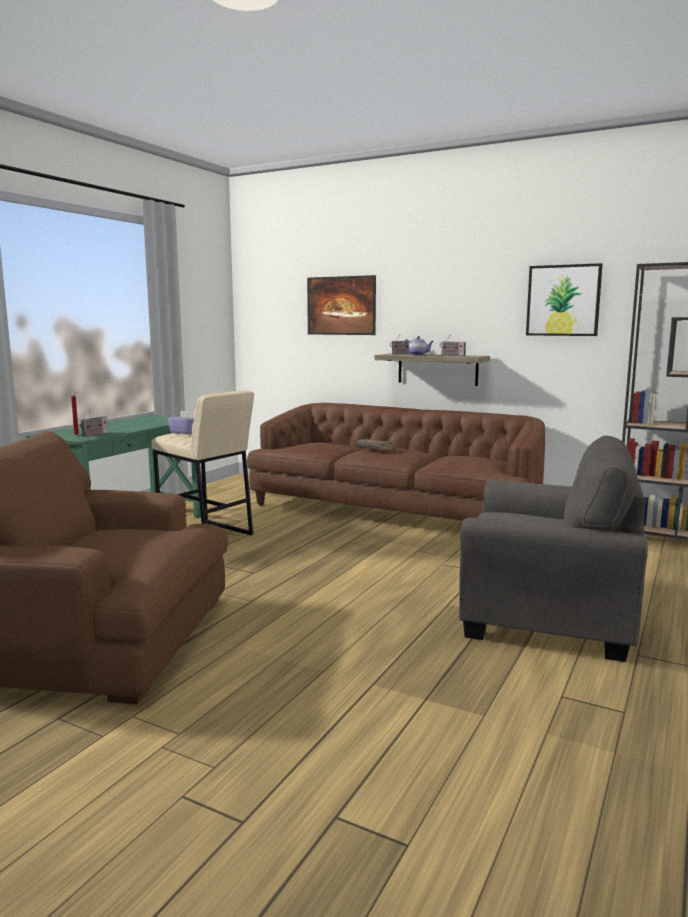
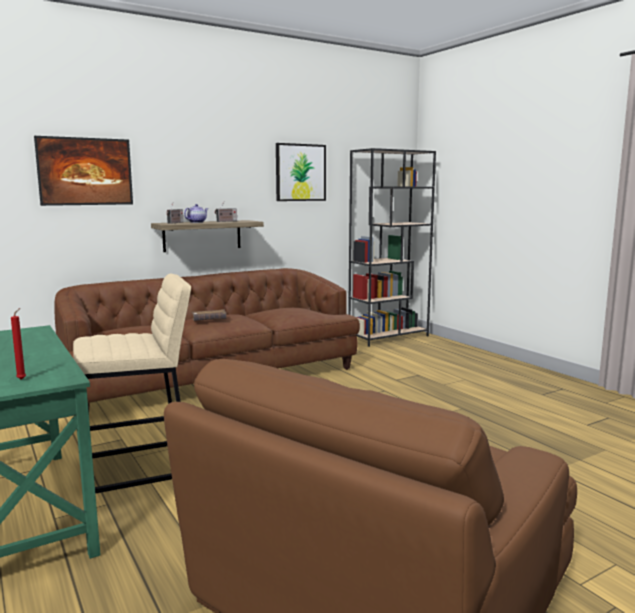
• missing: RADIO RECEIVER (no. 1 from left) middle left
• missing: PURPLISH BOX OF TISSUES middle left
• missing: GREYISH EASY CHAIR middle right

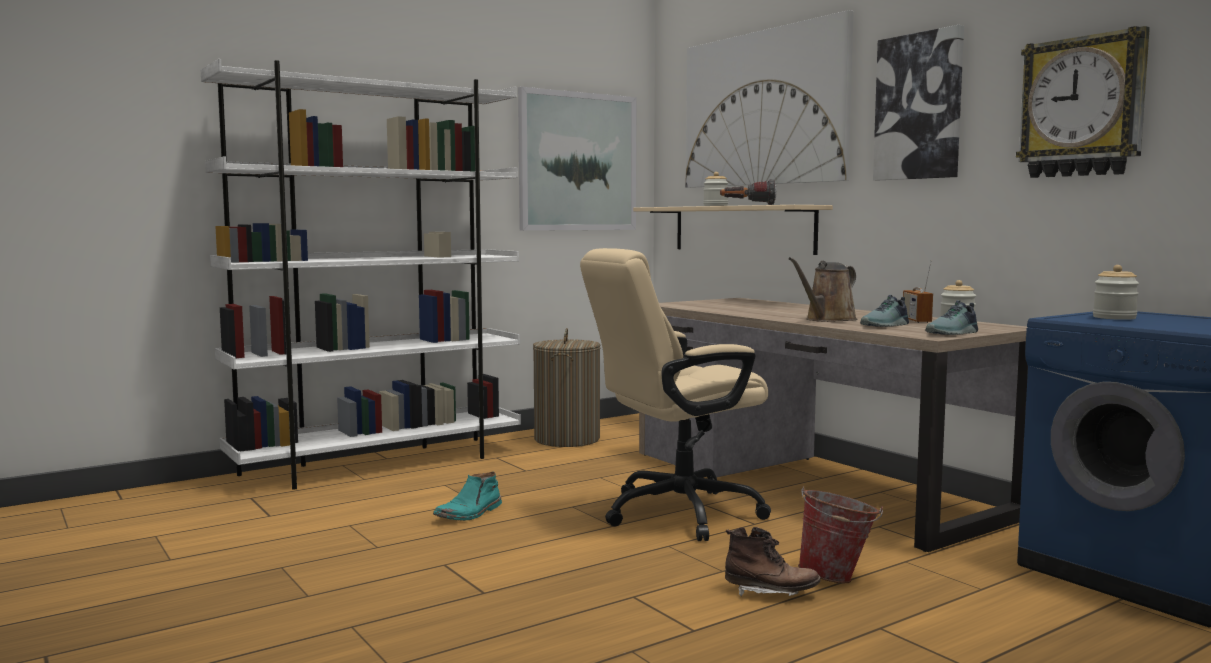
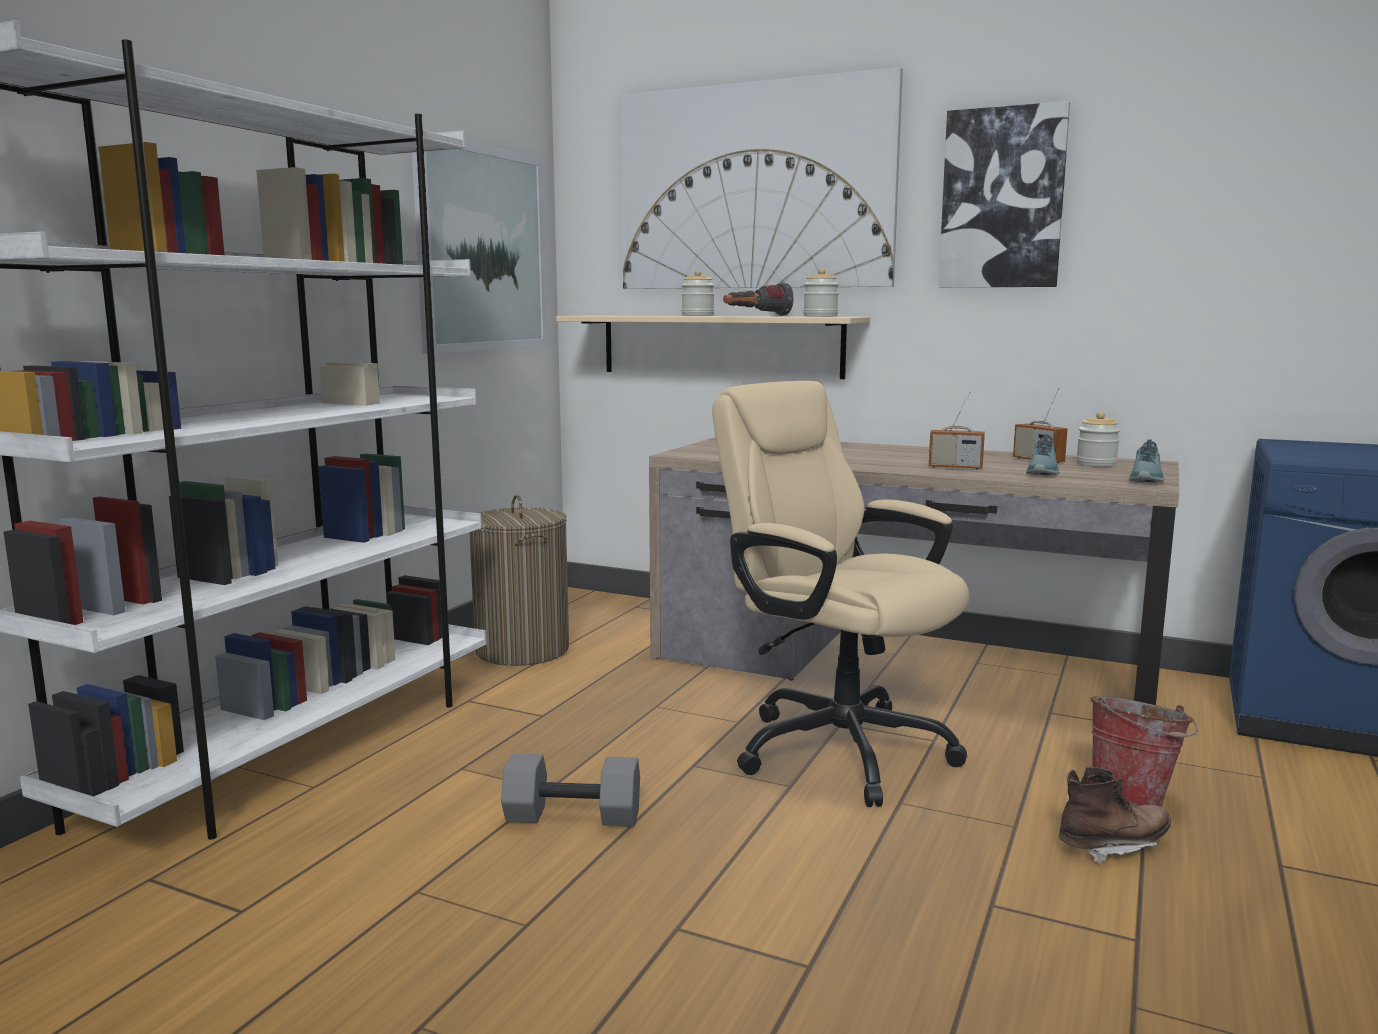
• exchanged: TURQUOISE BOOT bottom centre to GREYISH DUMBBELL bottom centre
• spun: BEIGE-COLOURED COMPUTER CHAIR centre = centre 105 degrees clockwise
• exchanged: BROWN SPRINKLING CAN middle right to RADIO RECEIVER (no. 1 from left) middle right
• missing: WALL CLOCK top right
• relocated: PRESERVE JAR (no. 3 from left in the first image) middle right to PRESERVE JAR (no. 2 from left) top centre

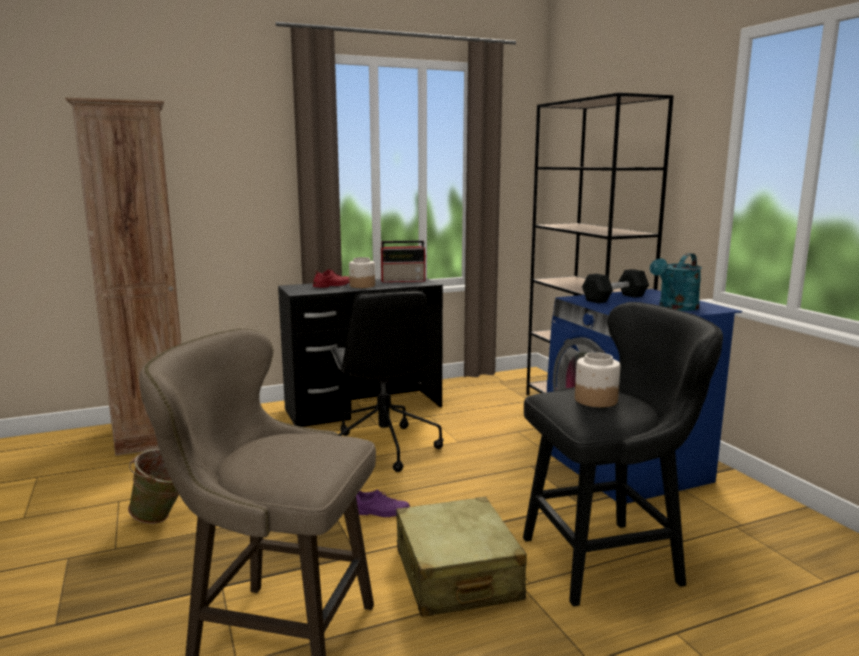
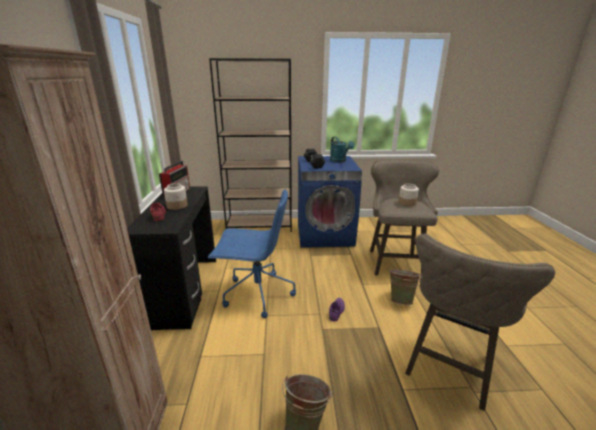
• colour: BLACKISH COMPUTER CHAIR centre to BLUISH COMPUTER CHAIR centre
• exchanged: BEIGE-COLOURED PIECE OF LUGGAGE bottom centre to GREENISH PAIL (no. 2 from left) bottom right
• colour: BLACKISH SITTING STOOL bottom right to BEIGE-COLOURED SITTING STOOL (no. 1 from left) middle right

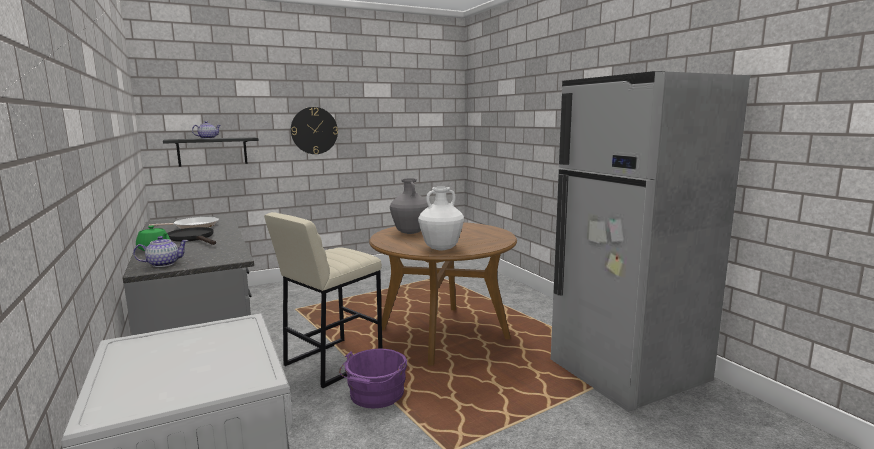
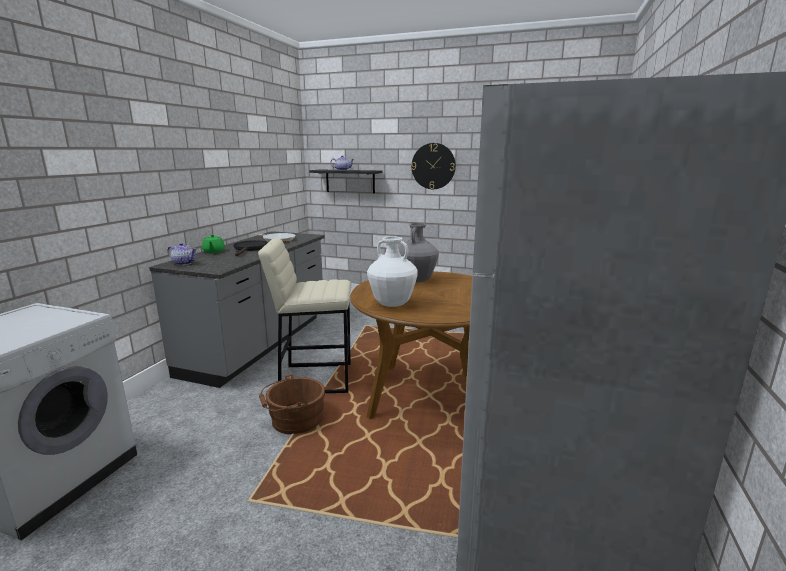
• colour: PURPLISH PAIL bottom centre to BROWN PAIL bottom centre

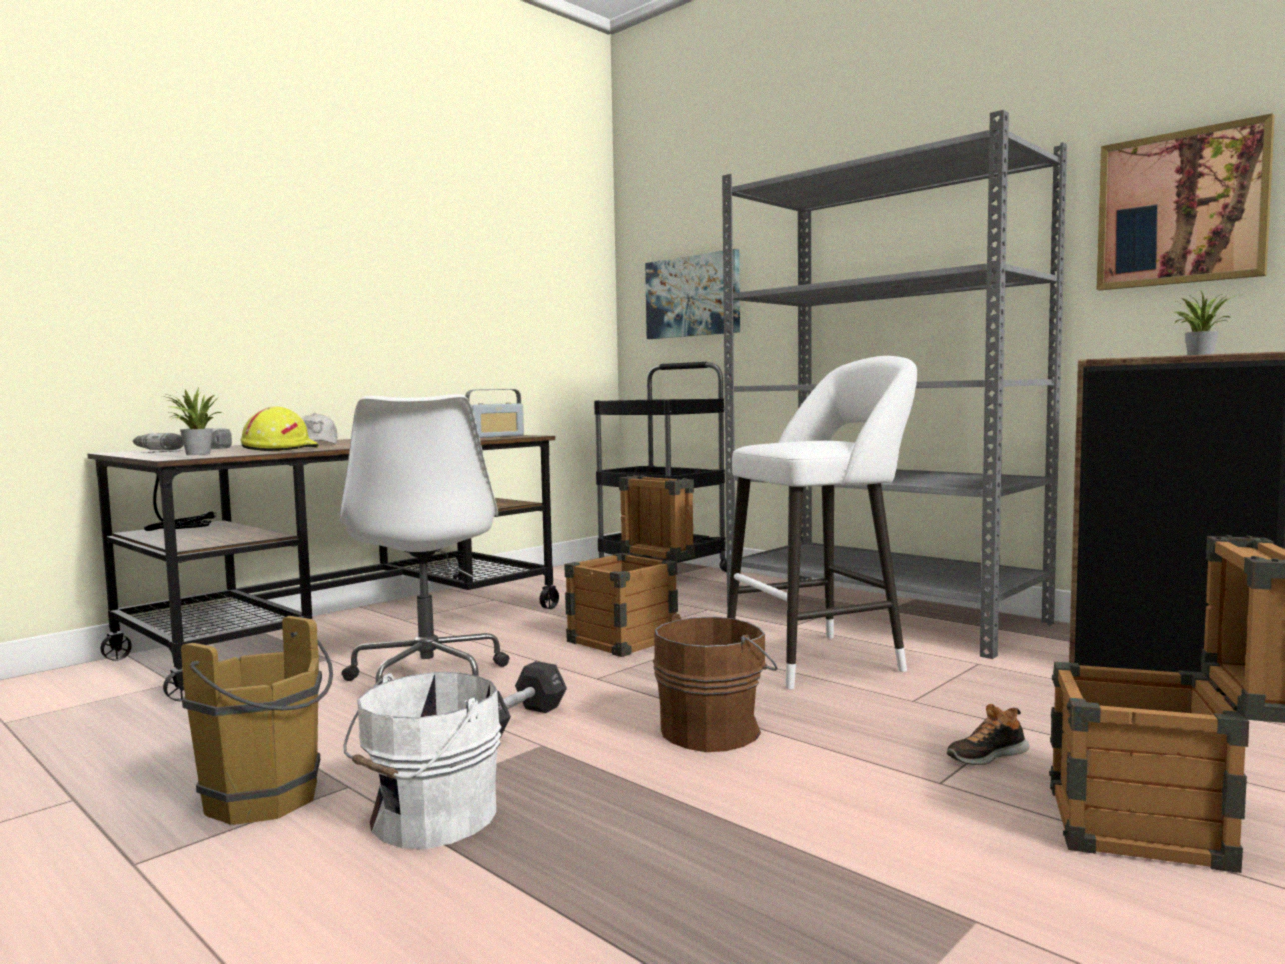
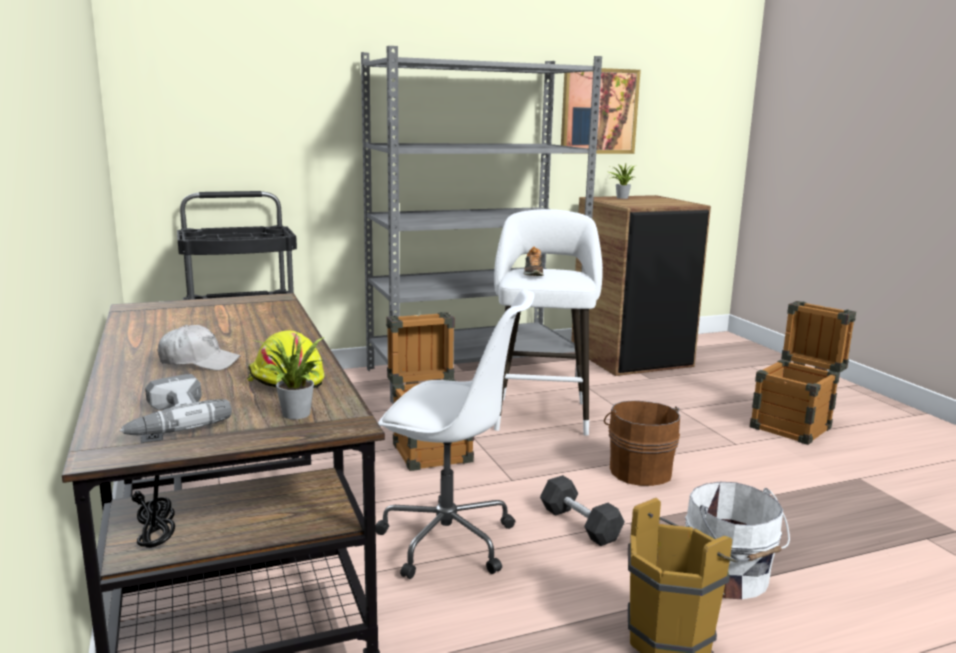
• missing: RADIO RECEIVER centre
• missing: PICTURE (no. 1 from left) top centre
• relocated: LOW SHOE bottom right to centre

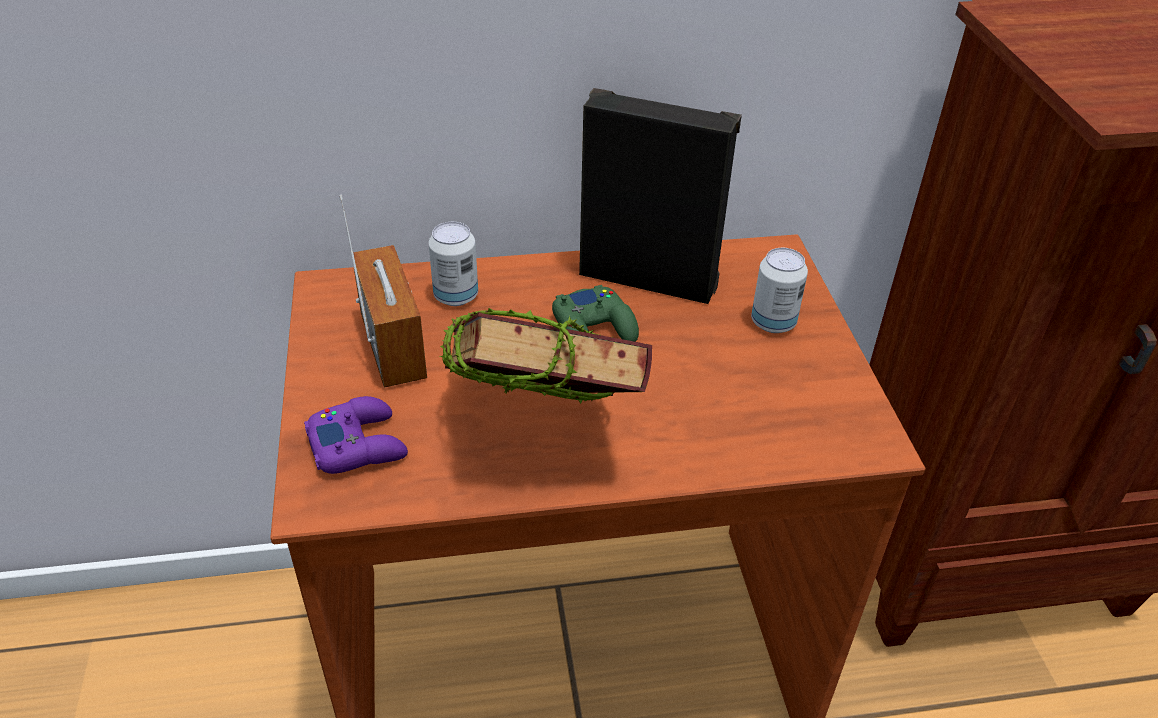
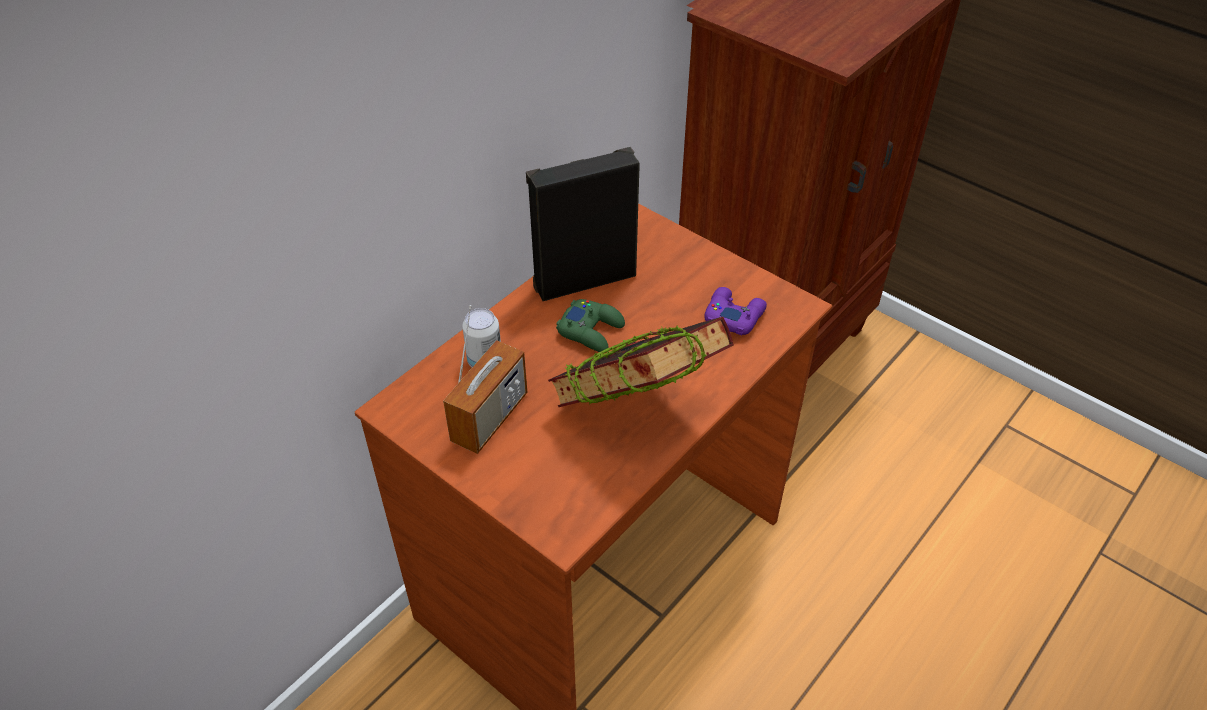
• relocated: PURPLISH GAMEPAD middle left to centre
• spun: RADIO RECEIVER middle left = centre 90 degrees clockwise
• missing: CAN (no. 2 from left) middle right

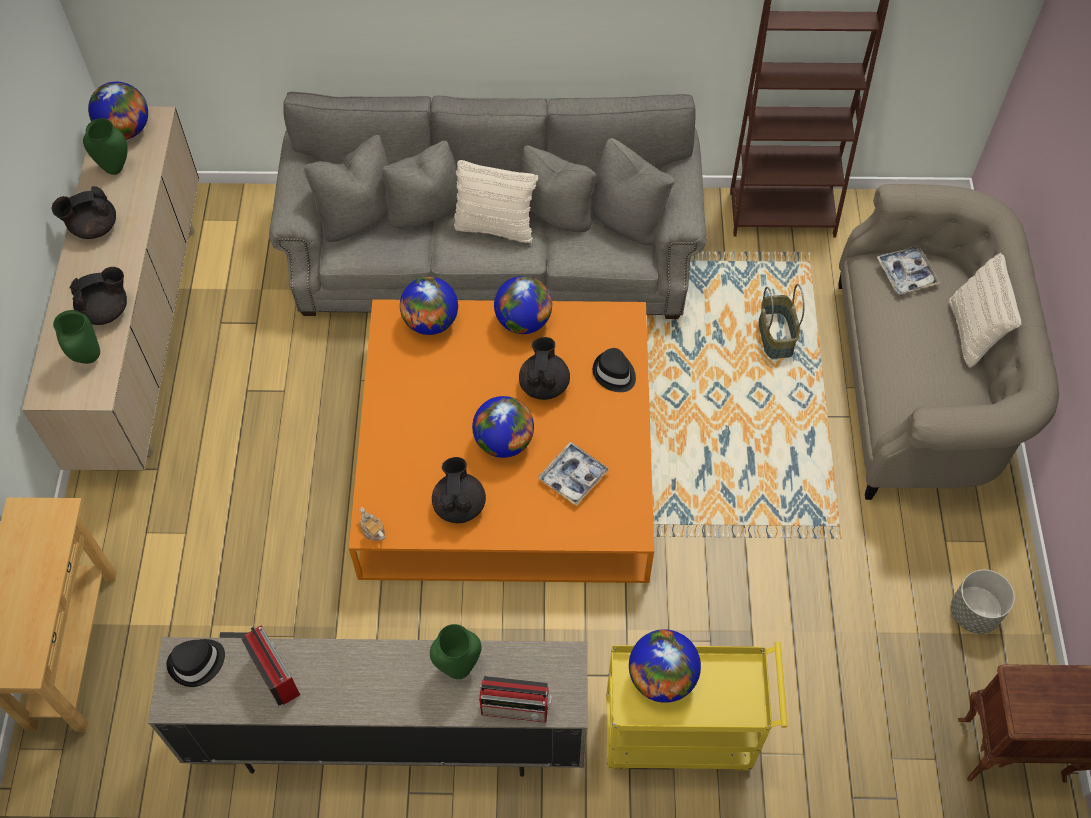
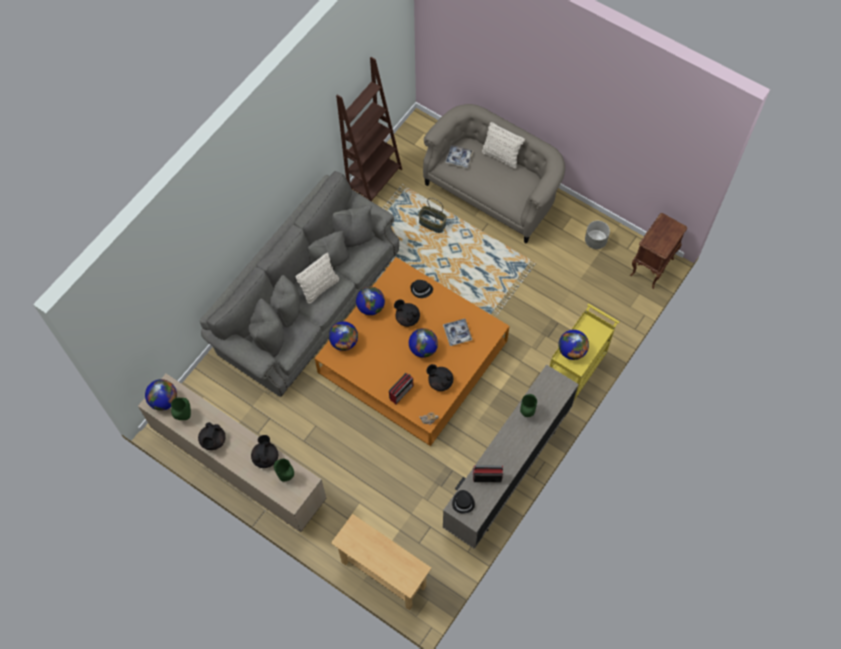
• relocated: RADIO RECEIVER (no. 2 from left in the first image) bottom centre to RADIO RECEIVER (no. 1 from left) centre

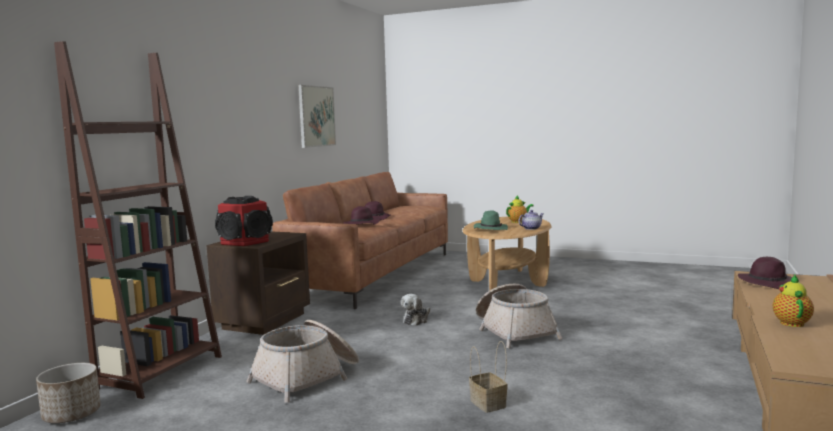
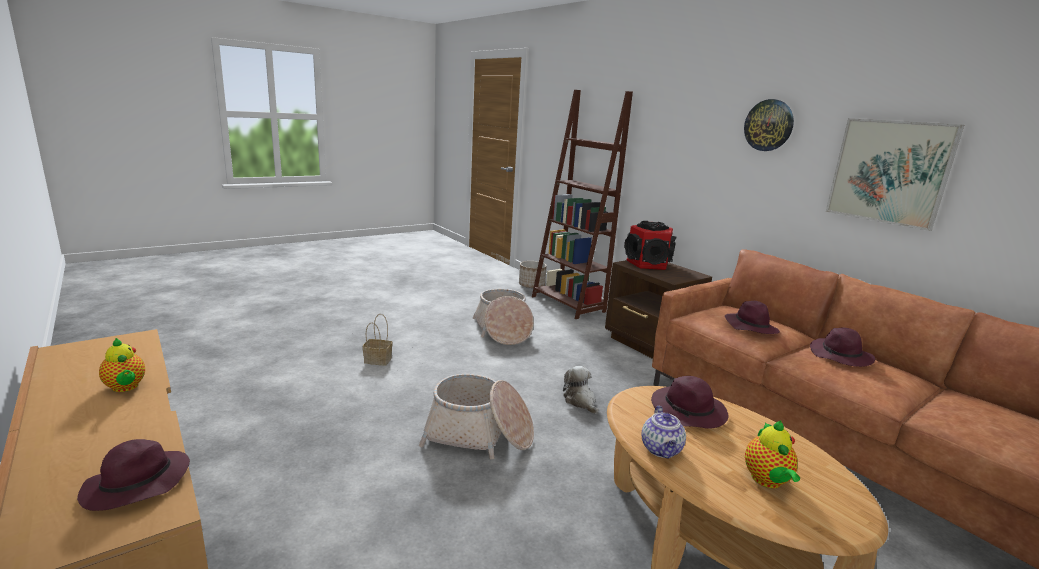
• colour: GREENISH CLOTHING HAT centre to PURPLISH CLOTHING HAT (no. 2 from left) bottom centre
• appeared: WALL CLOCK top right

